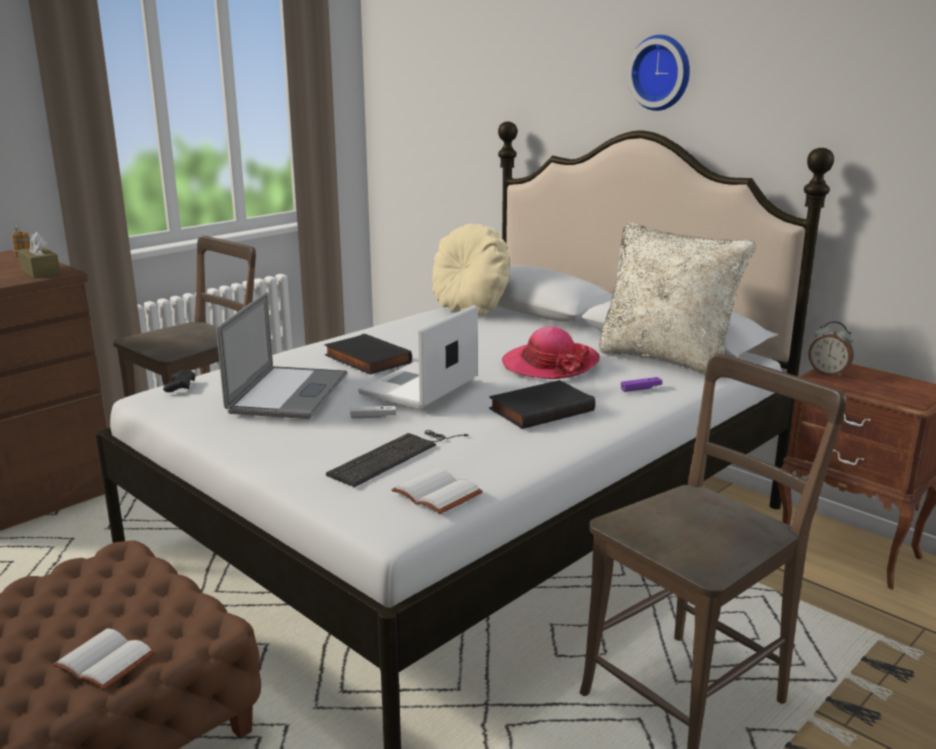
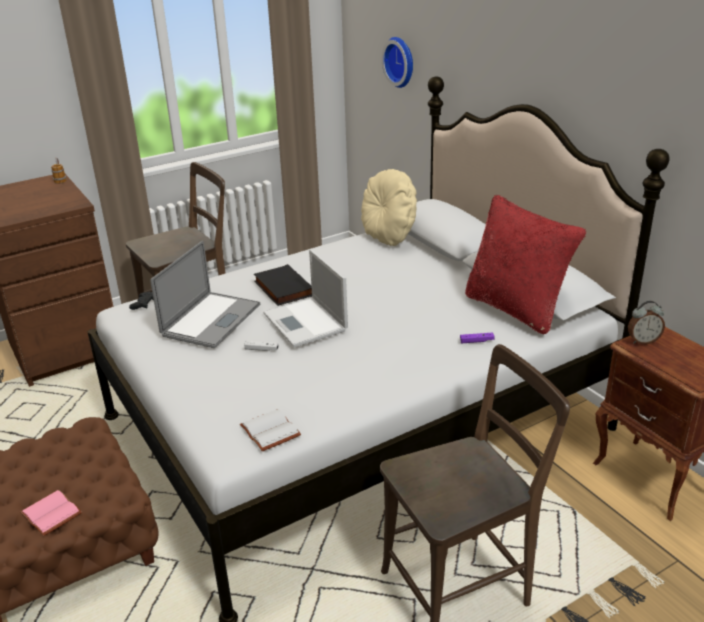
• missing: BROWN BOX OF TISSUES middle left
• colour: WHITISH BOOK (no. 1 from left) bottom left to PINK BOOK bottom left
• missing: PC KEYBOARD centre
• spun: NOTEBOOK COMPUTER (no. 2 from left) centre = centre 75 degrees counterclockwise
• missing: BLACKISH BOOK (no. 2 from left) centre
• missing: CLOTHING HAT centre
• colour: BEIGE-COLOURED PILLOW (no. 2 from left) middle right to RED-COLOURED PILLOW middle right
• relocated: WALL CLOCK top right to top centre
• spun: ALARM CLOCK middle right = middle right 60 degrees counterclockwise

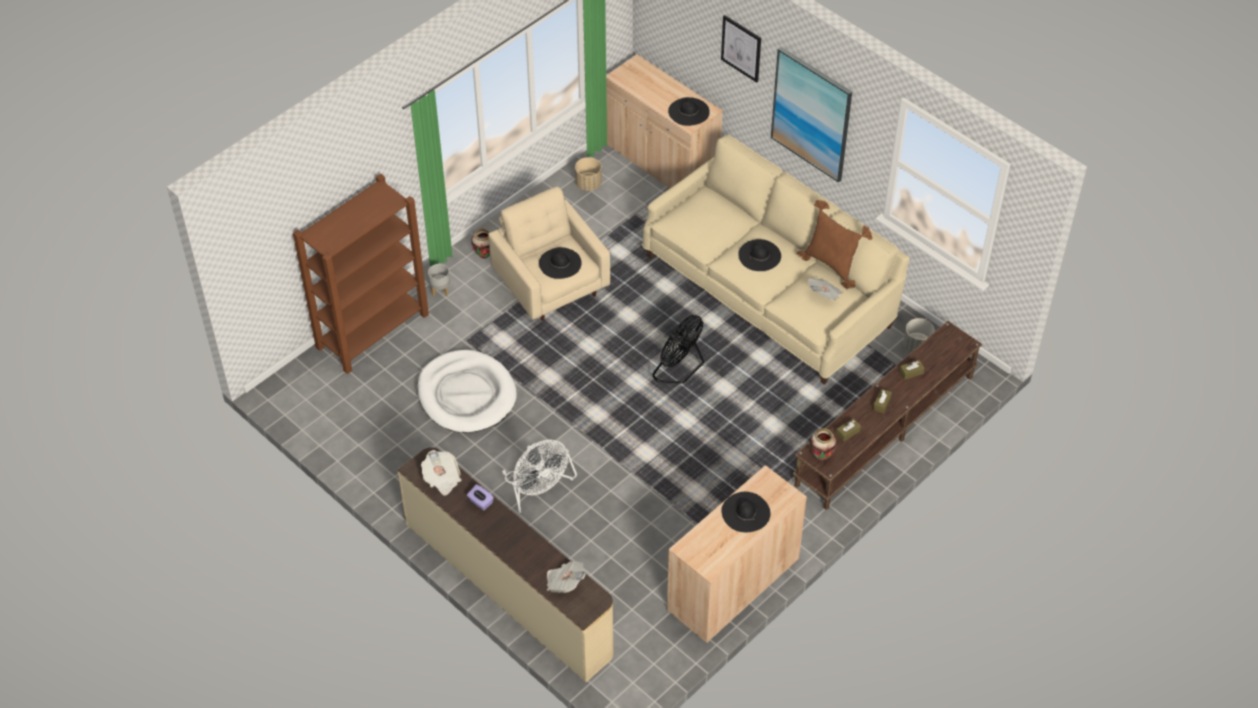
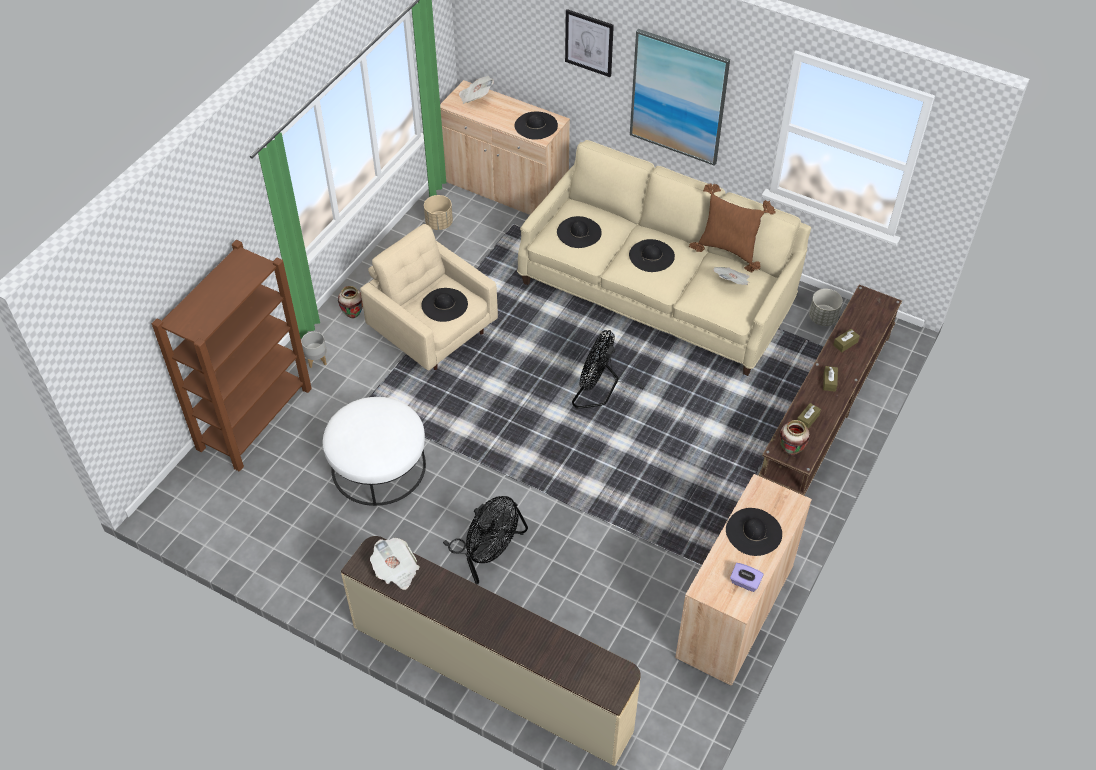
• exchanged: WHITISH DOG BED centre to WHITISH POUFFE centre
• relocated: PURPLISH BOX OF TISSUES bottom centre to bottom right
• colour: WHITISH FAN bottom centre to BLACKISH FAN (no. 1 from left) bottom centre
• relocated: NEWSPAPER (no. 2 from left) bottom centre to top centre
• appeared: BLACKISH CLOTHING HAT (no. 3 from left) top centre

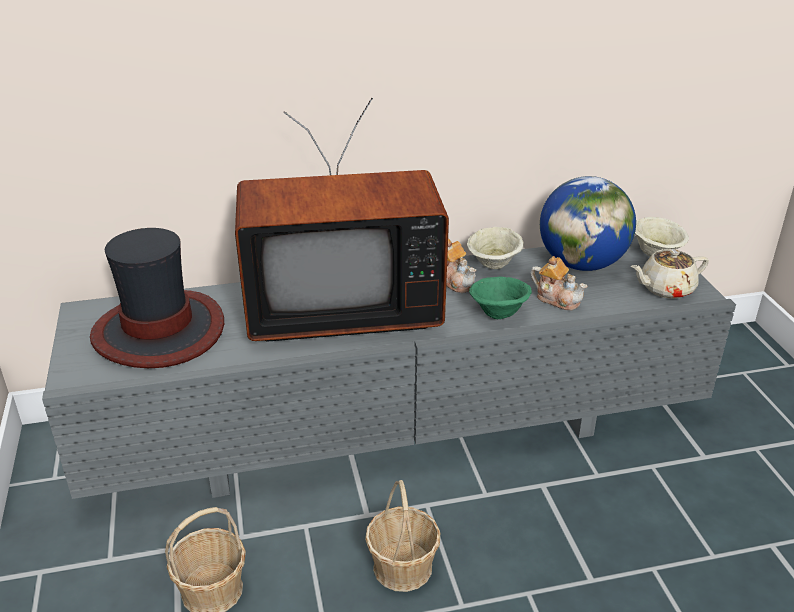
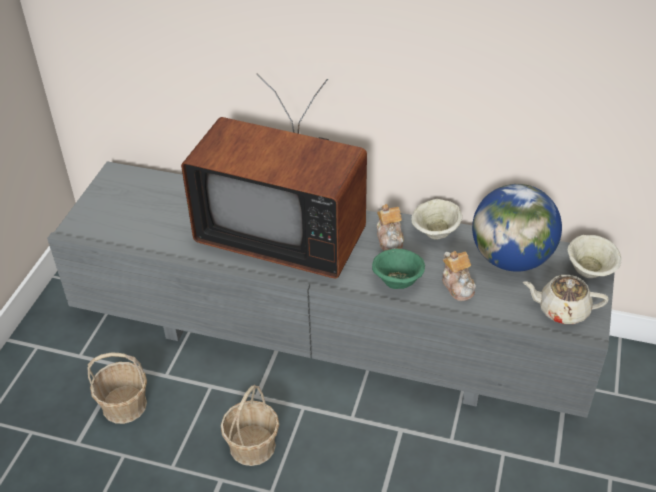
• missing: CLOTHING HAT middle left

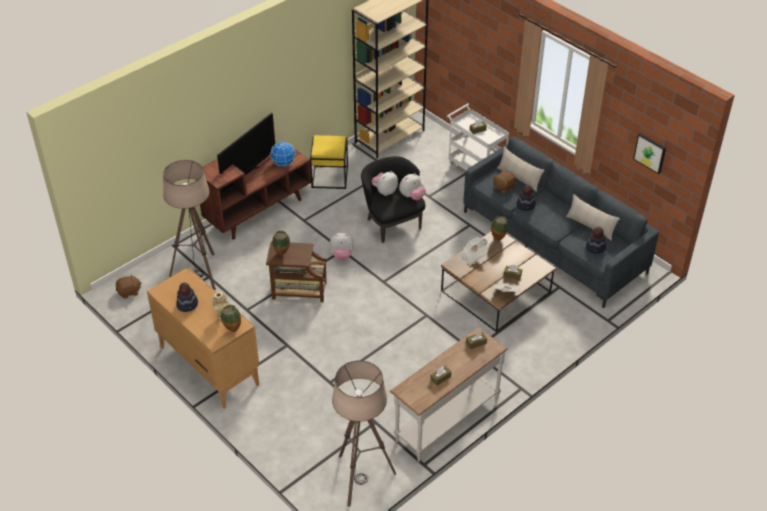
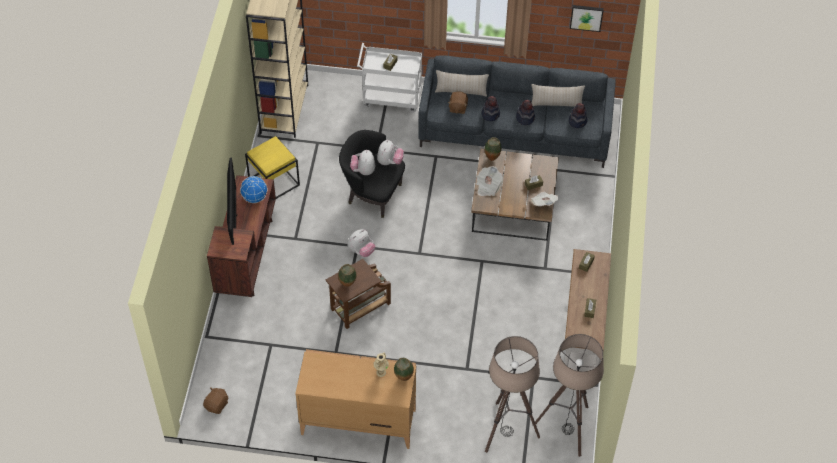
• relocated: FLOOR LAMP (no. 1 from left) middle left to bottom centre
• relocated: CLOTHING HAT (no. 1 from left in the first image) middle left to CLOTHING HAT (no. 2 from left) top centre

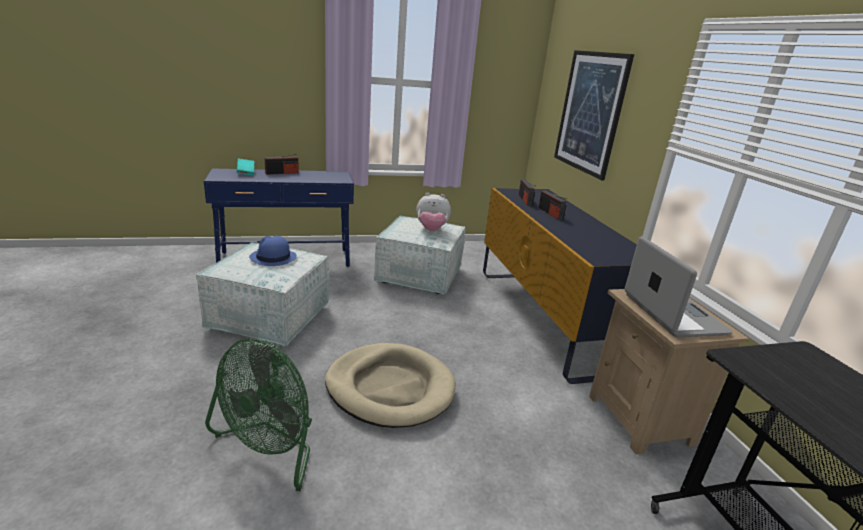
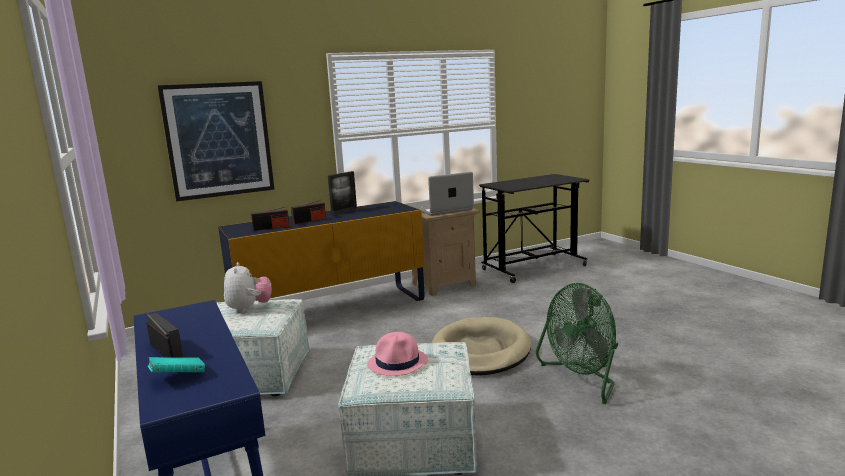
• spun: GREENISH FAN bottom left = bottom right 135 degrees clockwise
• colour: BLUISH CLOTHING HAT middle left to PINK CLOTHING HAT bottom centre
• appeared: STANDING FRAME centre

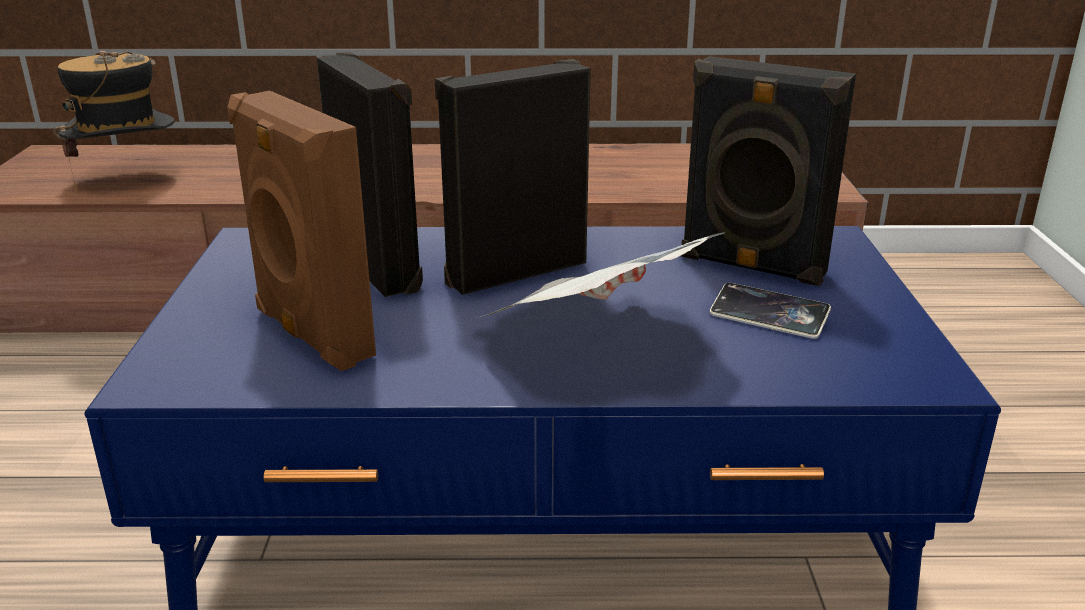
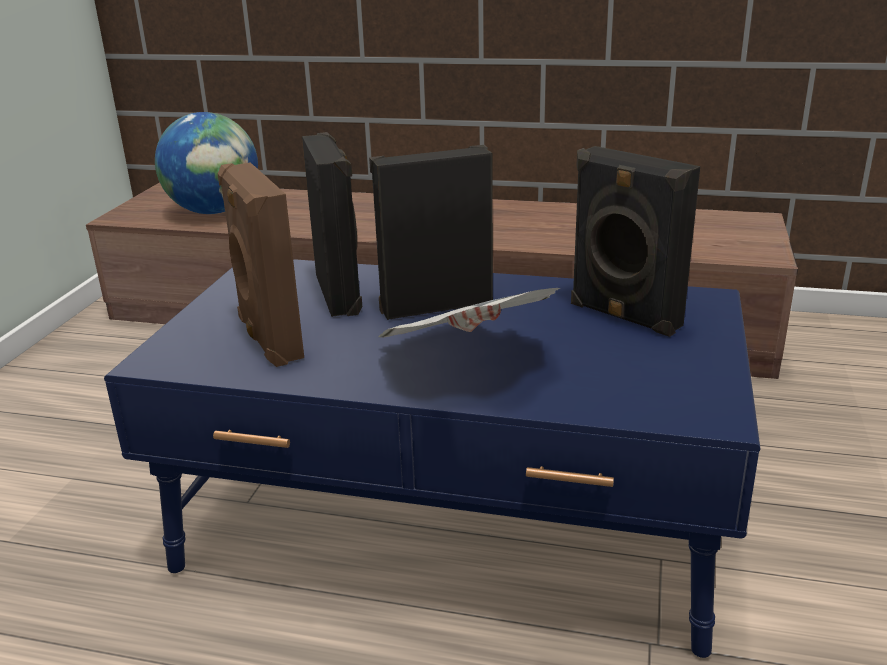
• exchanged: CLOTHING HAT top left to GLOBE top left
• missing: PHONE middle right

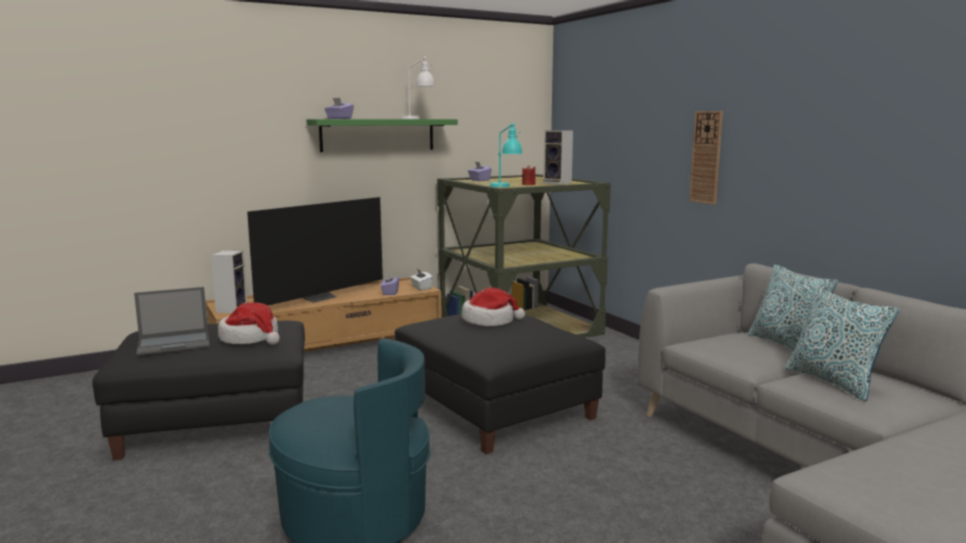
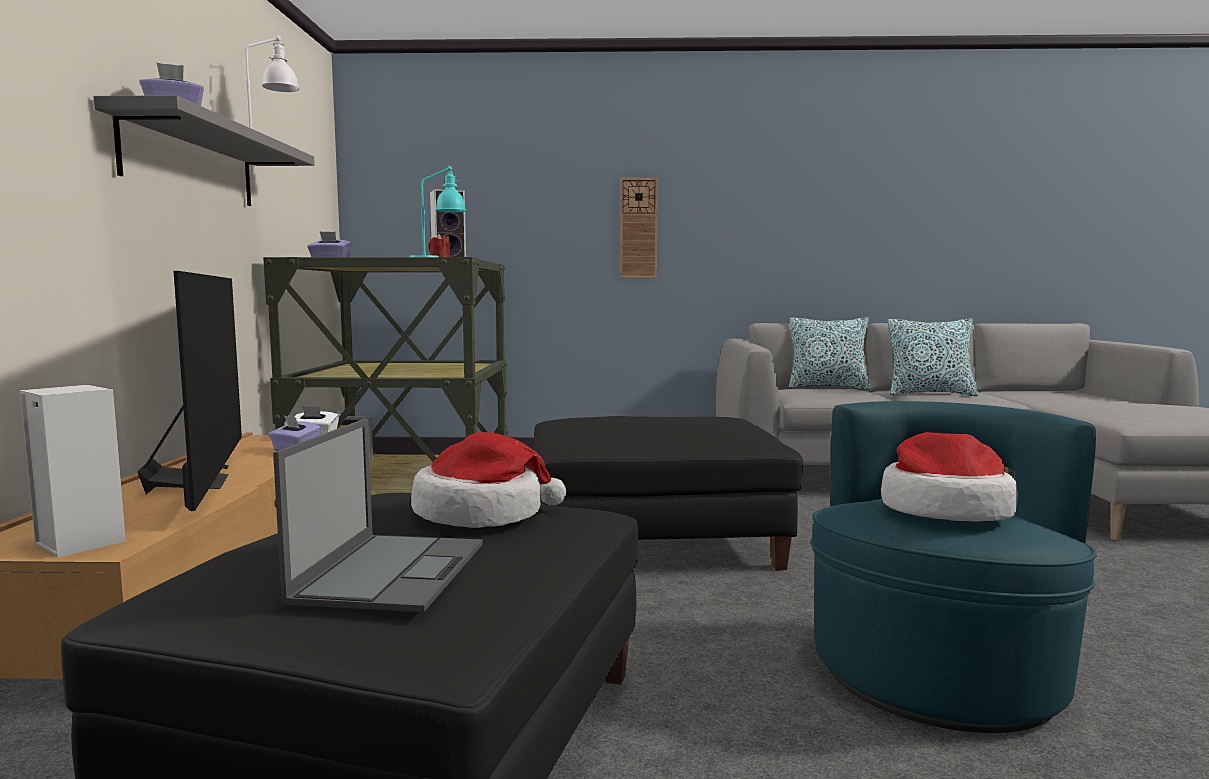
• colour: GREENISH WALL SHELF top centre to GREYISH WALL SHELF top left
• relocated: CLOTHING HAT (no. 2 from left) centre to middle right

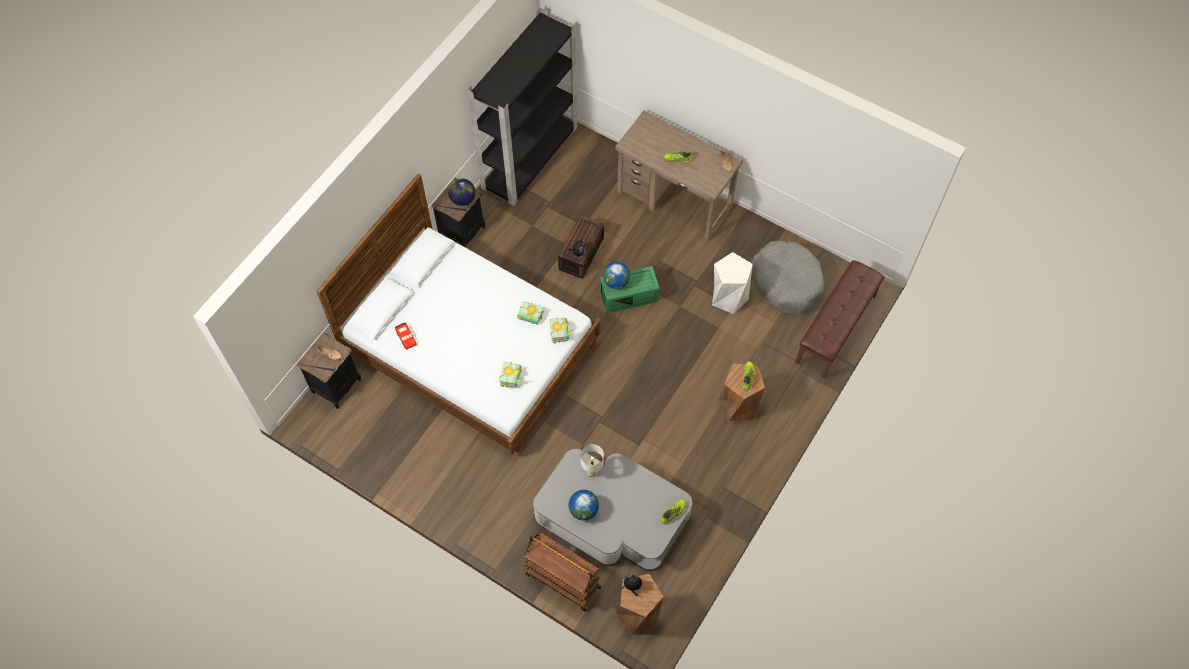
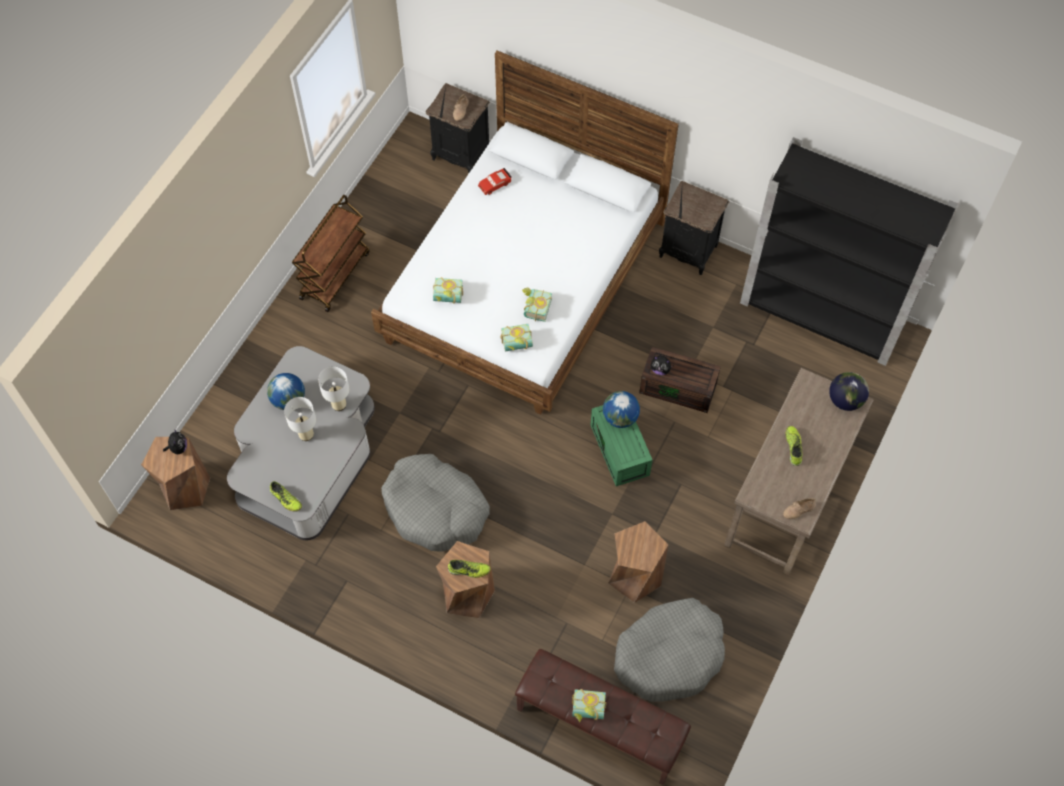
• relocated: GLOBE (no. 1 from left in the first image) top centre to GLOBE (no. 3 from left) middle right
• relocated: BROWN CART bottom centre to top left
• colour: WHITISH SITTING STOOL centre to BROWN SITTING STOOL (no. 3 from left) bottom centre
• appeared: WHITISH LAMP FOR A TABLE (no. 1 from left) middle left
• appeared: GREYISH DOG BED (no. 1 from left) centre
• appeared: BOOK (no. 4 from left) bottom centre

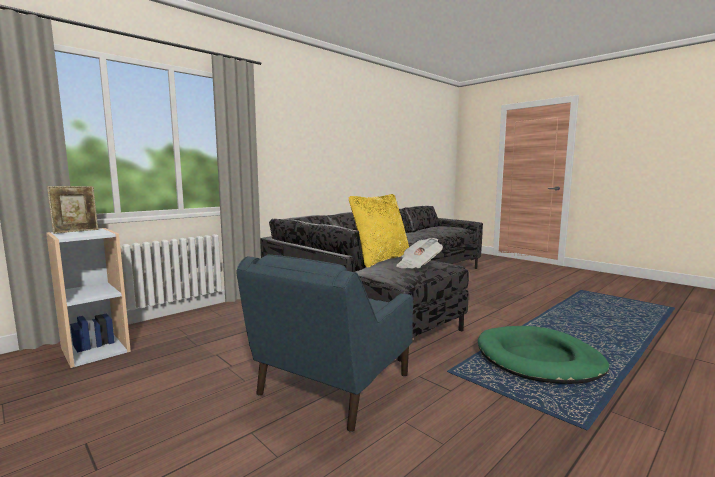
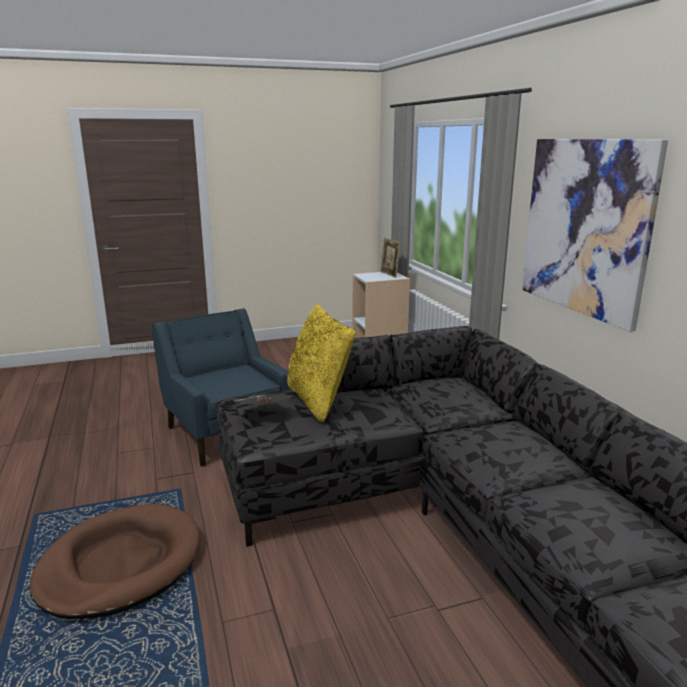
• colour: GREENISH DOG BED bottom right to BROWN DOG BED bottom left
• appeared: PICTURE middle right

